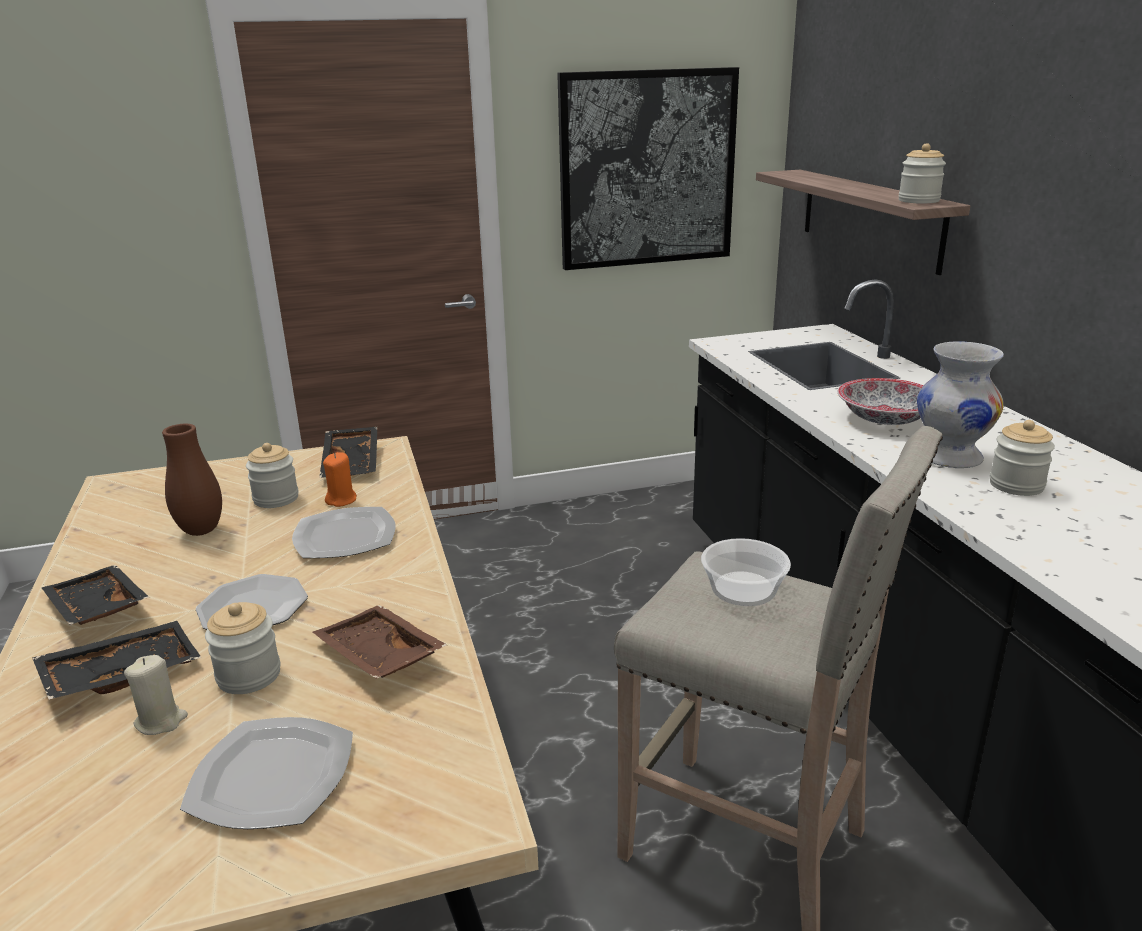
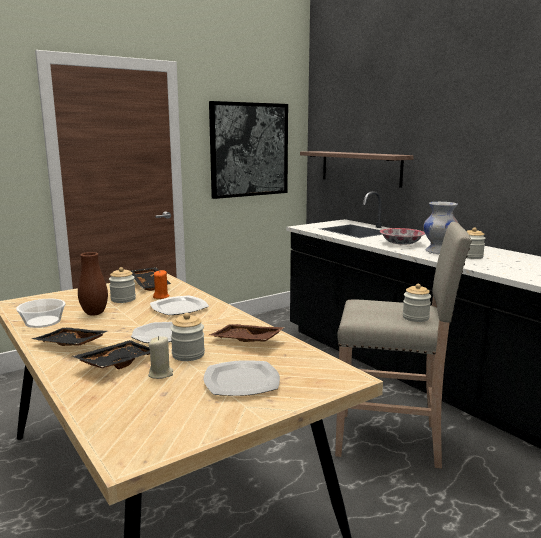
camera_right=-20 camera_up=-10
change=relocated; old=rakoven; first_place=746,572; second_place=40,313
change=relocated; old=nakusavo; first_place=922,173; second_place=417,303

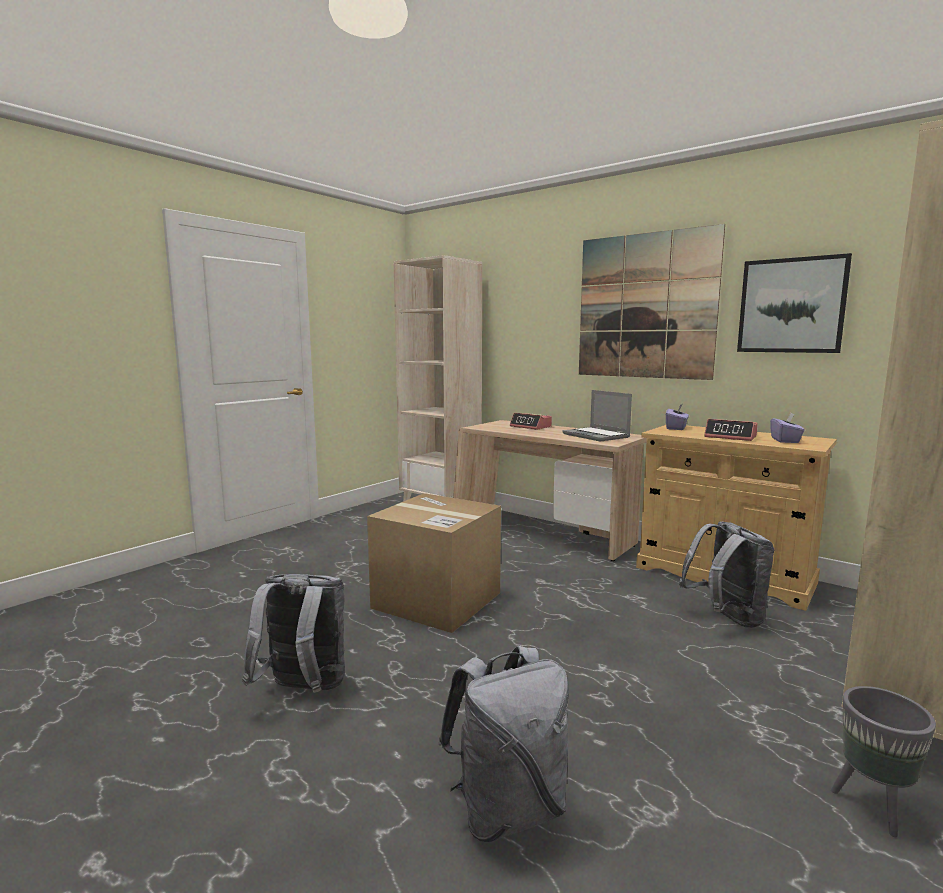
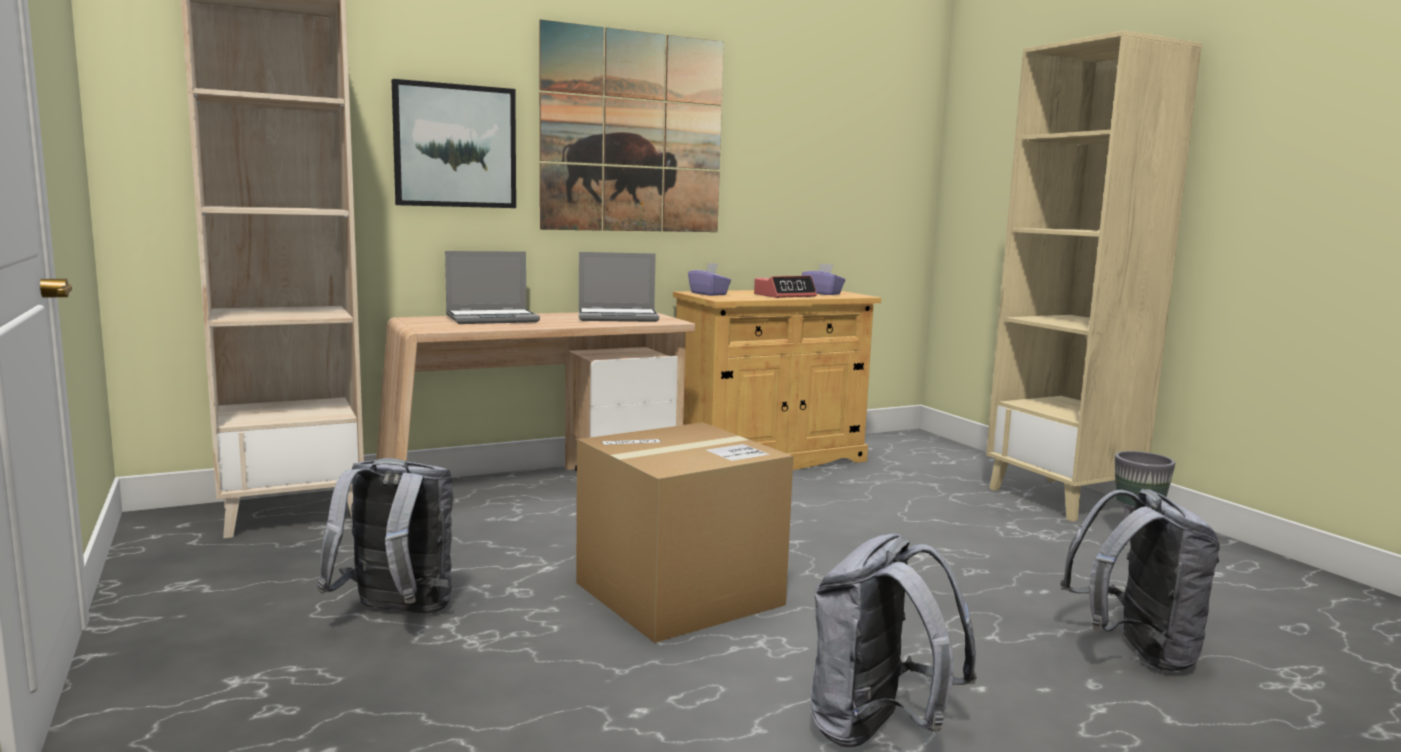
camera_right=-65 camera_up=0
change=exchanged; old=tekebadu; new=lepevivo; first_place=531,421; second_place=492,287
change=relocated; old=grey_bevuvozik; first_place=726,574; second_place=385,536
change=relocated; old=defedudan; first_place=794,303; second_place=454,143

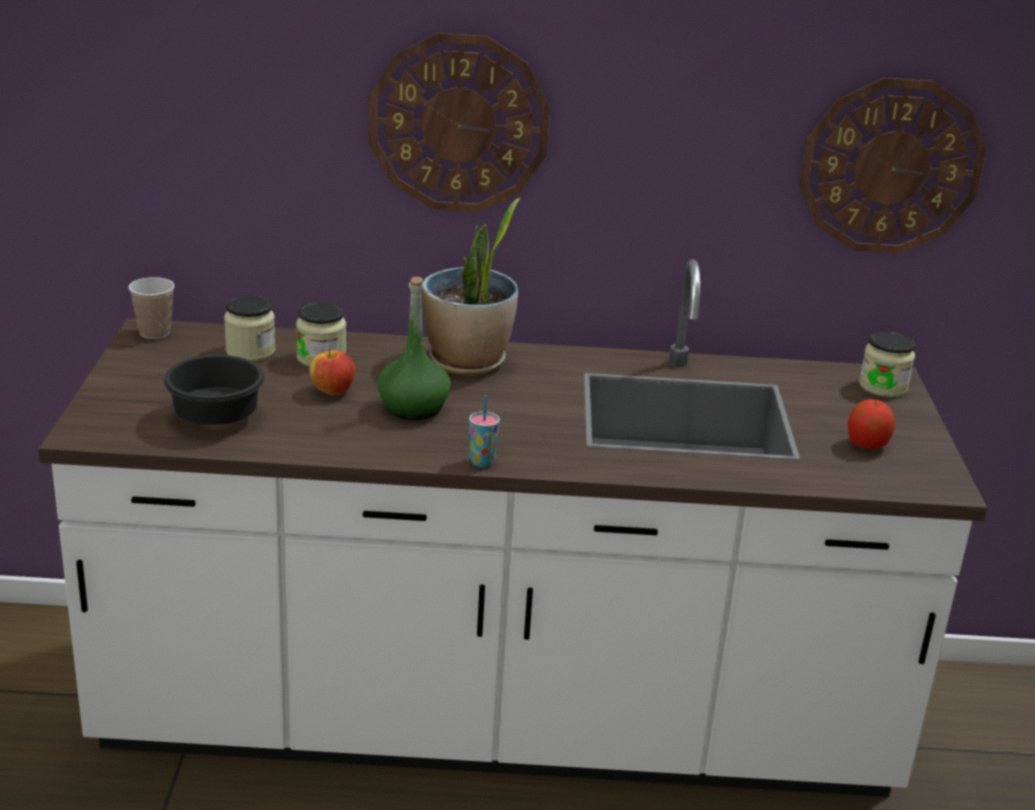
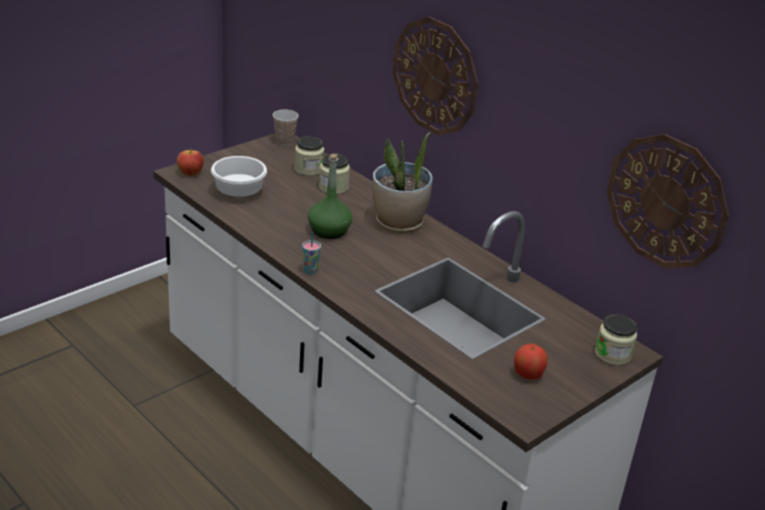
camera_right=45 camera_up=5
change=colour; old=black_rakoven; new=white_rakoven; first_place=214,390; second_place=239,176
change=relocated; old=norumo; first_place=332,371; second_place=190,162

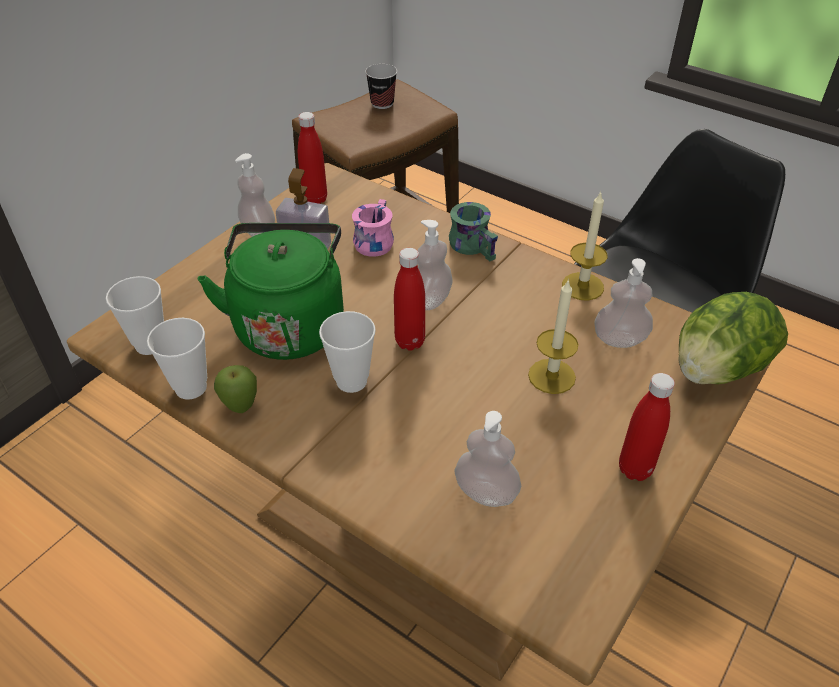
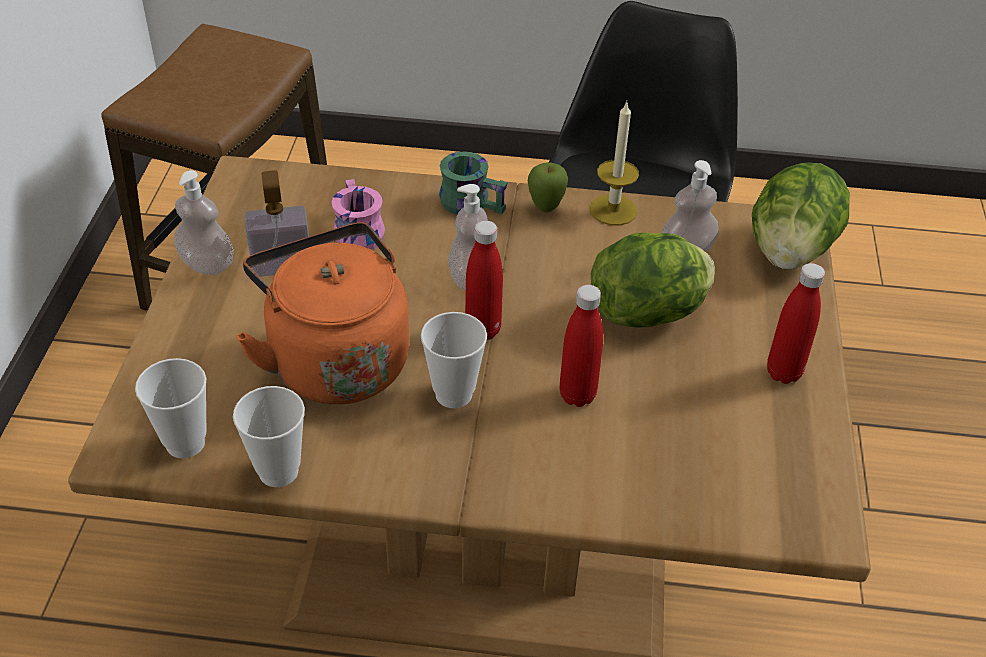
camera_right=-30 camera_up=0
change=colour; old=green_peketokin; new=orange_peketokin; first_place=271,291; second_place=322,313
change=relocated; old=norumo; first_place=235,389; second_place=548,187
change=relocated; old=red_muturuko; first_place=312,158; second_place=581,346
change=missing; old=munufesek; first_place=381,86
change=missing; old=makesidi; first_place=487,459
change=exchanged; old=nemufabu; new=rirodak; first_place=553,336; second_place=653,280

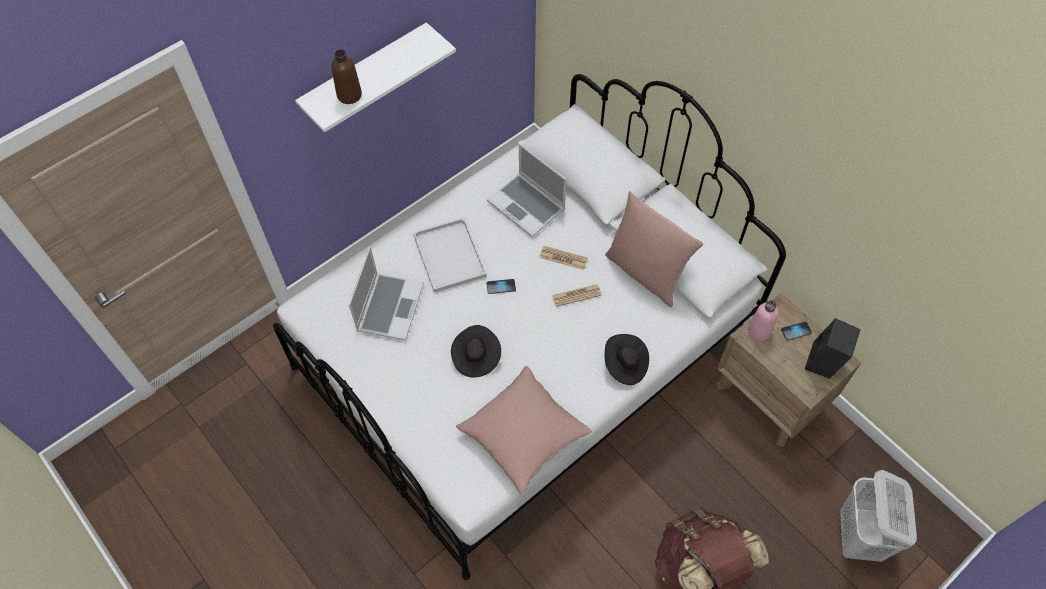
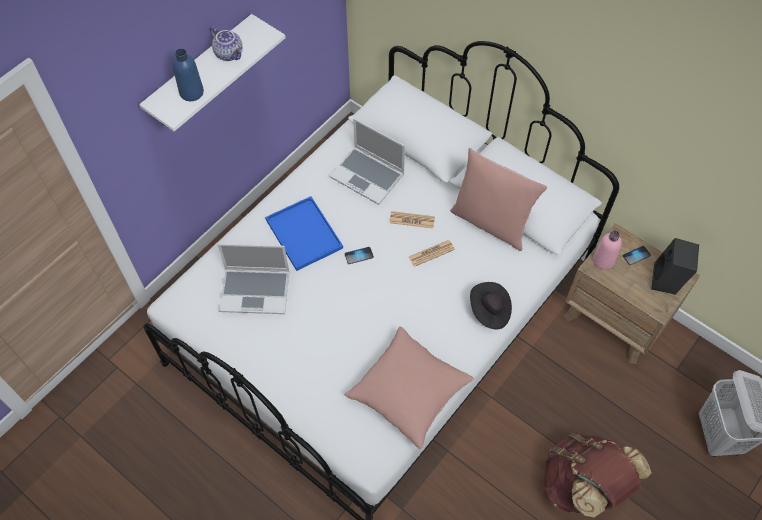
camera_right=-10 camera_up=0
change=colour; old=brown_muturuko; new=blue_muturuko; first_place=346,76; second_place=188,75
change=spun; old=lepevivo; first_place=386,294; second_place=253,279; degrees=90
change=colour; old=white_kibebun; new=blue_kibebun; first_place=450,255; second_place=304,233
change=missing; old=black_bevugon; first_place=476,351
change=appeared; new=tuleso; second_place=226,43

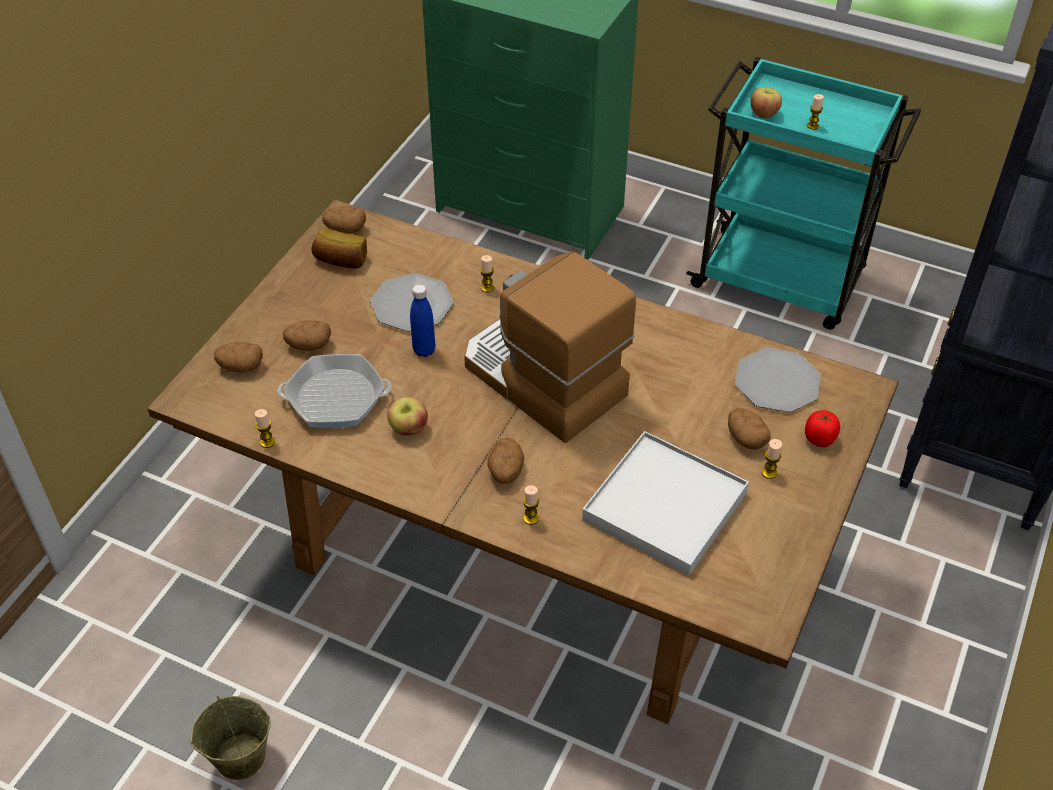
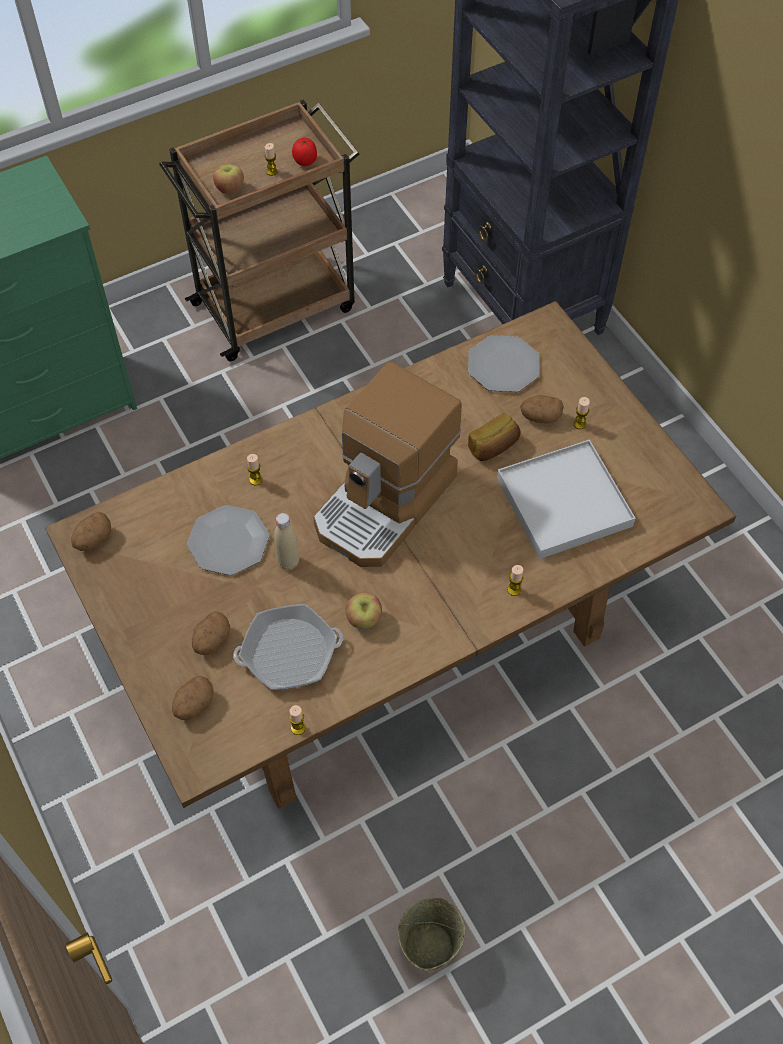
camera_right=-55 camera_up=10
change=spun; old=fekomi; first_place=334,391; second_place=288,647; degrees=45
change=relocated; old=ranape; first_place=339,248; second_place=494,437
change=colour; old=blue_muturuko; new=beige_muturuko; first_place=422,320; second_place=286,541
change=spun; old=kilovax; first_place=550,347; second_place=387,464; degrees=-45
change=missing; old=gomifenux; first_place=505,461
change=colour; old=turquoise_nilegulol; new=brown_nilegulol; first_place=803,192; second_place=259,230
change=relocated; old=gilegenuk; first_place=822,428; second_place=304,152

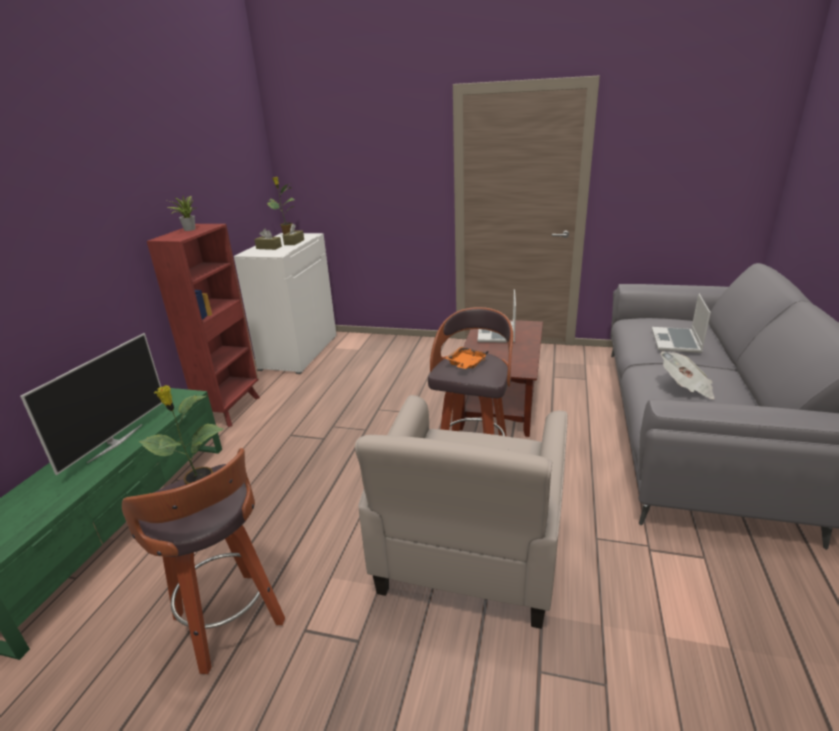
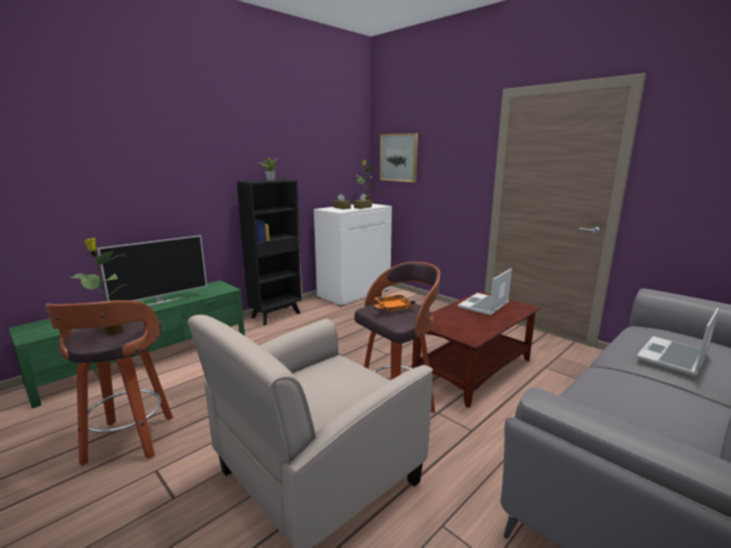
camera_right=30 camera_up=-10
change=colour; old=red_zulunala; new=black_zulunala; first_place=203,325; second_place=270,252
change=missing; old=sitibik; first_place=687,375
change=appeared; new=defedudan; second_place=399,157

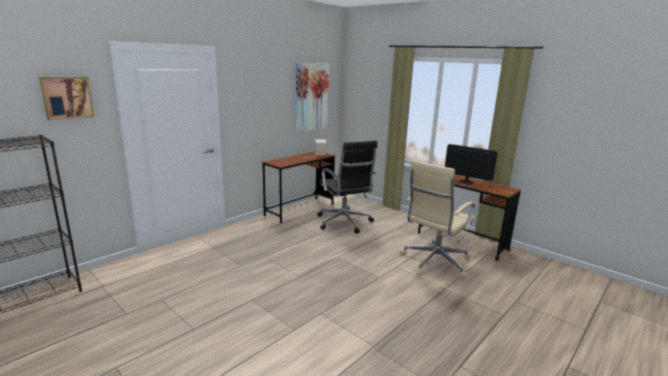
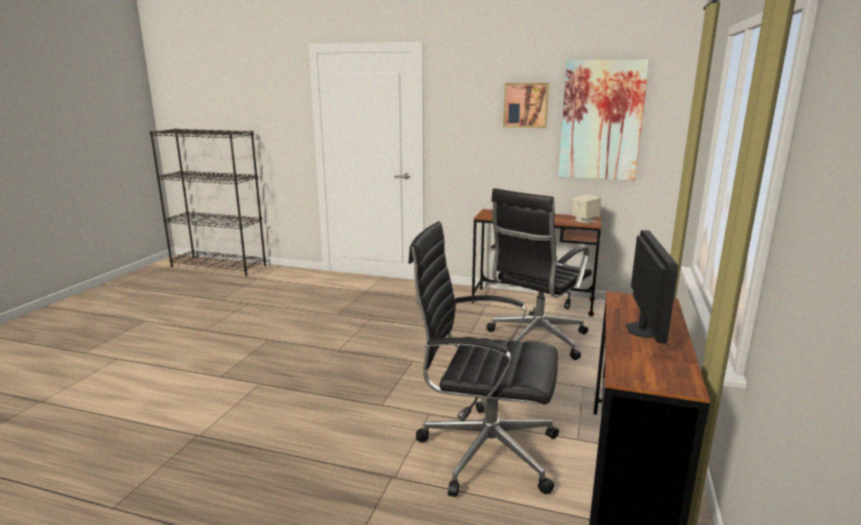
camera_right=65 camera_up=0
change=relocated; old=defedudan; first_place=67,98; second_place=526,105
change=colour; old=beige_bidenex; new=black_bidenex; first_place=437,219; second_place=483,359

